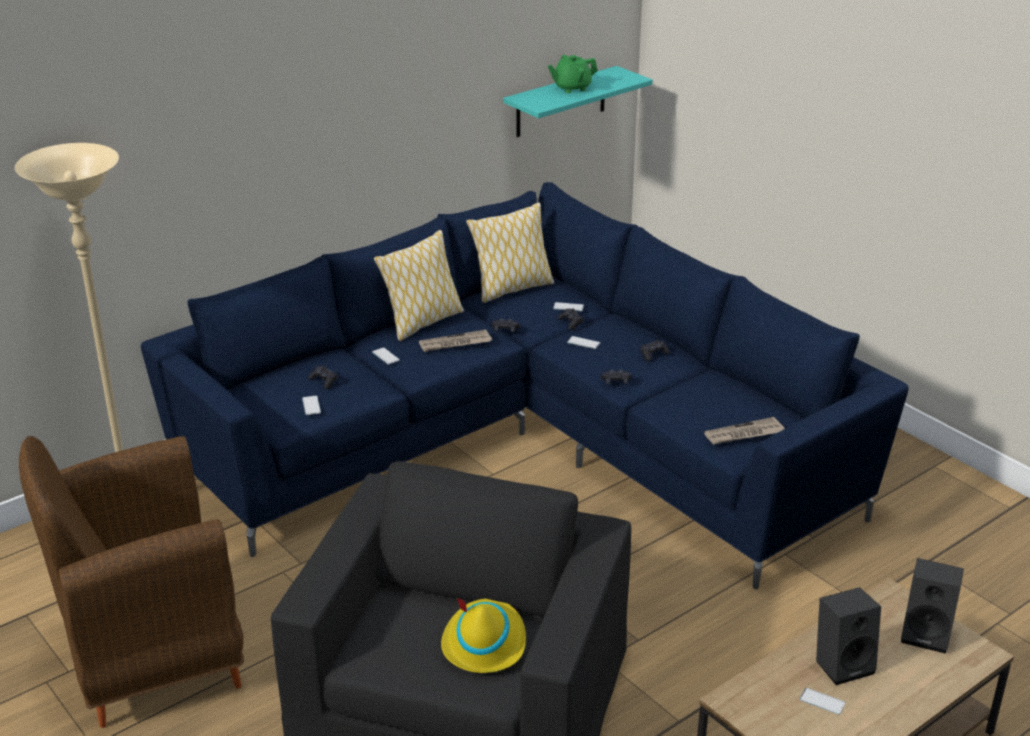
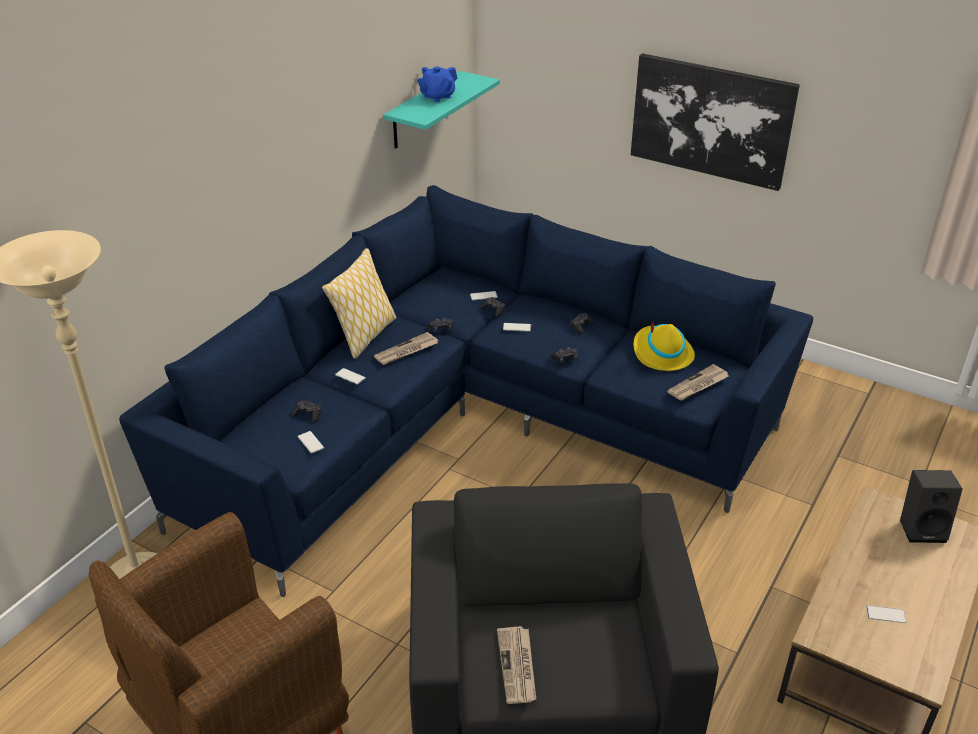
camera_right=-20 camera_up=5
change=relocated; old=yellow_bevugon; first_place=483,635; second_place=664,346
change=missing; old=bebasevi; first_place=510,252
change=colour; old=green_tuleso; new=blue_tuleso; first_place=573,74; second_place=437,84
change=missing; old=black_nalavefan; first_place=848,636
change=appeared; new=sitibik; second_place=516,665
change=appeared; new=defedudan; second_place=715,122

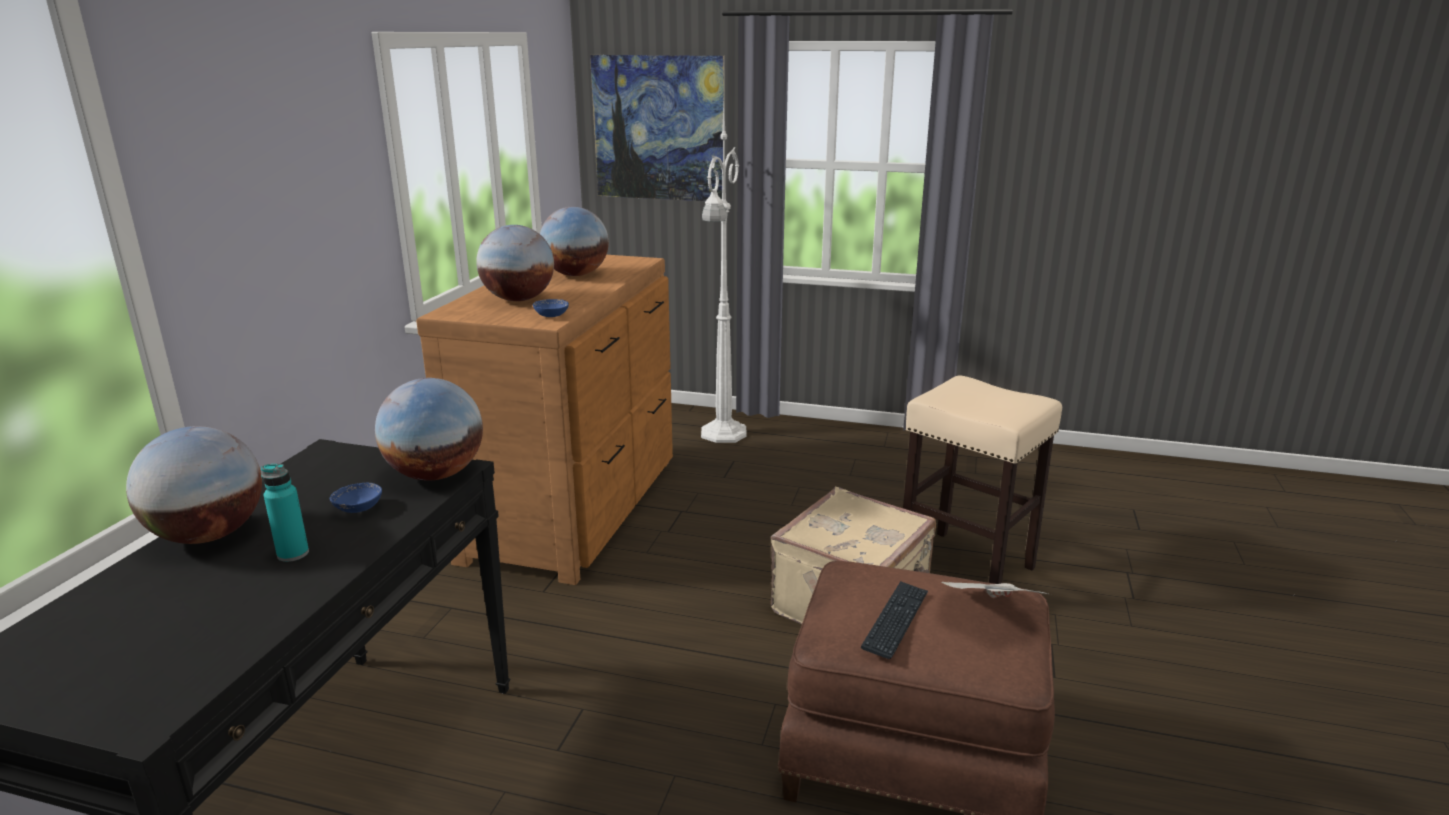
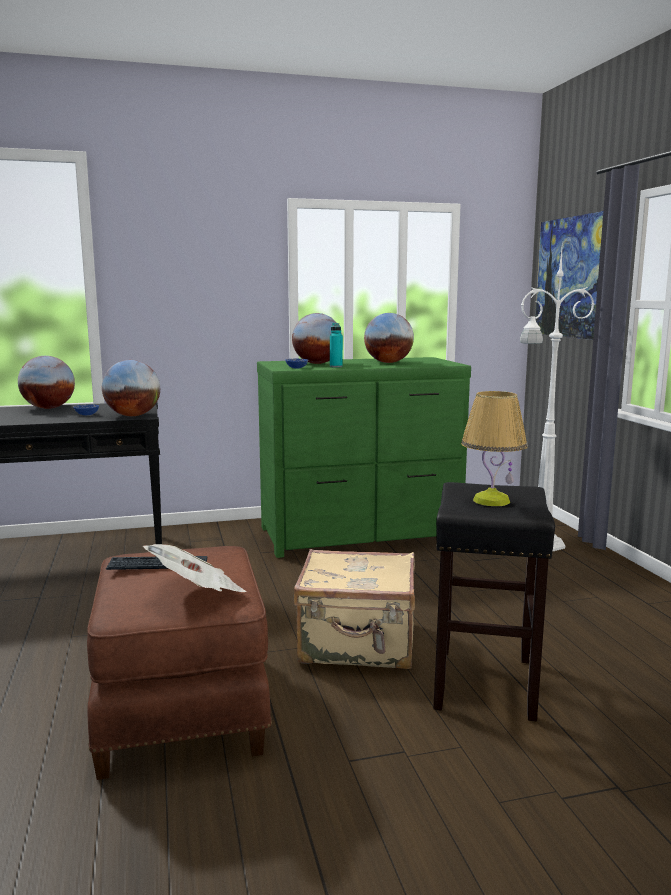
camera_right=60 camera_up=-10
change=relocated; old=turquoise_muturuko; first_place=285,513; second_place=336,345
change=colour; old=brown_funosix; new=green_funosix; first_place=544,420; second_place=364,457
change=colour; old=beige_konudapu; new=black_konudapu; first_place=982,479; second_place=494,601
change=appeared; new=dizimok; second_place=494,448

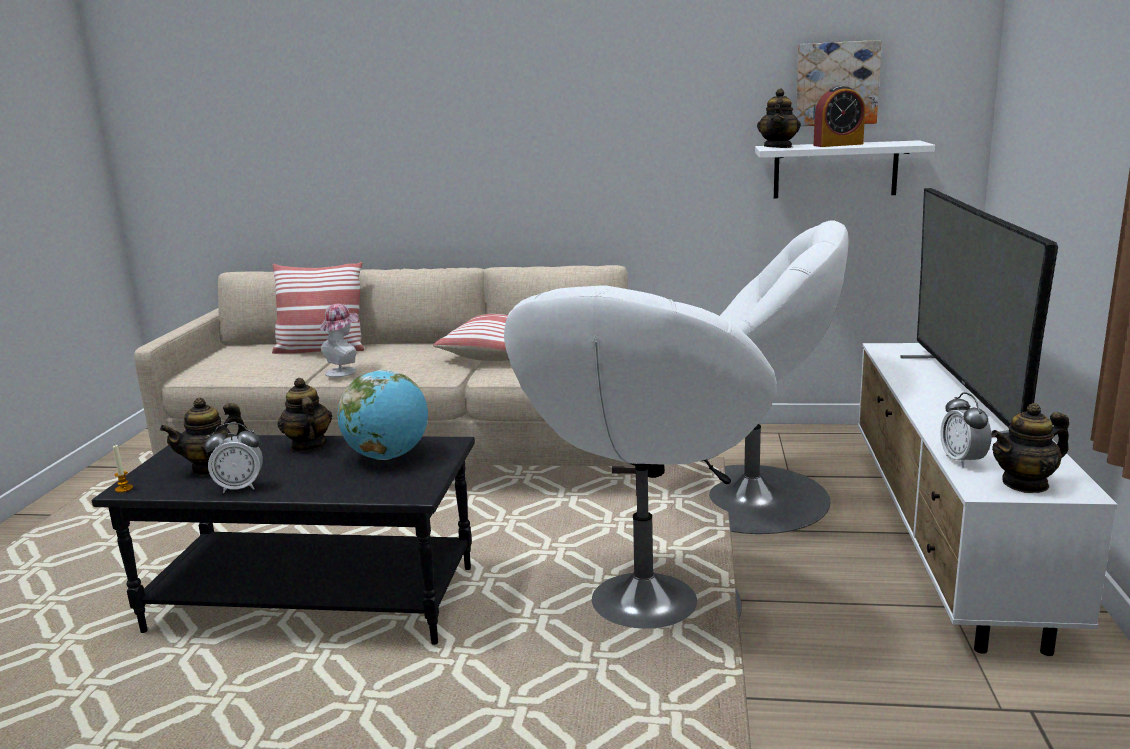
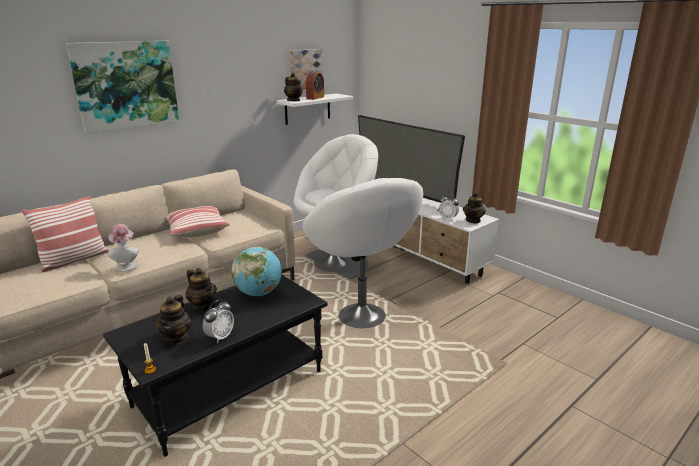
camera_right=-50 camera_up=5
change=spun; old=tuleso; first_place=304,415; second_place=201,289; degrees=-150
change=appeared; new=defedudan; second_place=122,87

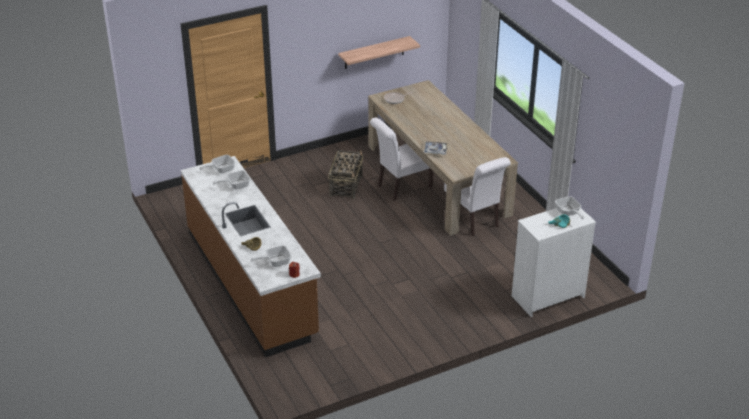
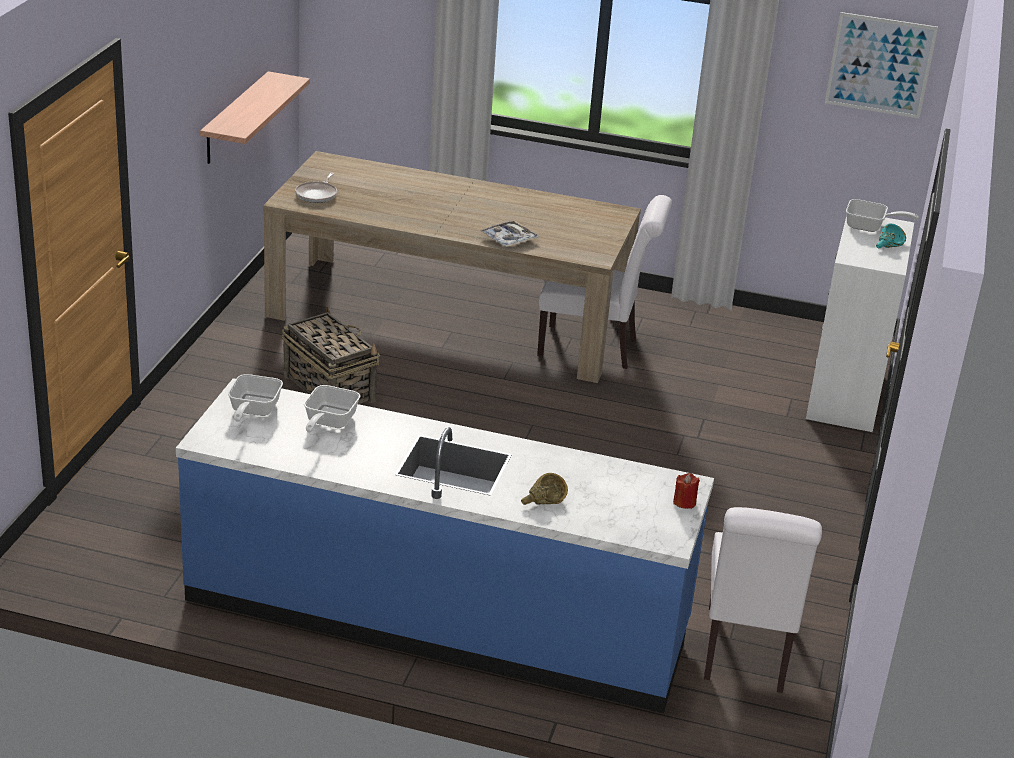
camera_right=-50 camera_up=-5
change=colour; old=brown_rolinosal; new=blue_rolinosal; first_place=251,256; second_place=445,545
change=missing; old=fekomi; first_place=270,256
change=relocated; old=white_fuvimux; first_place=402,159; second_place=763,600
change=appeared; new=defedudan; second_place=881,65

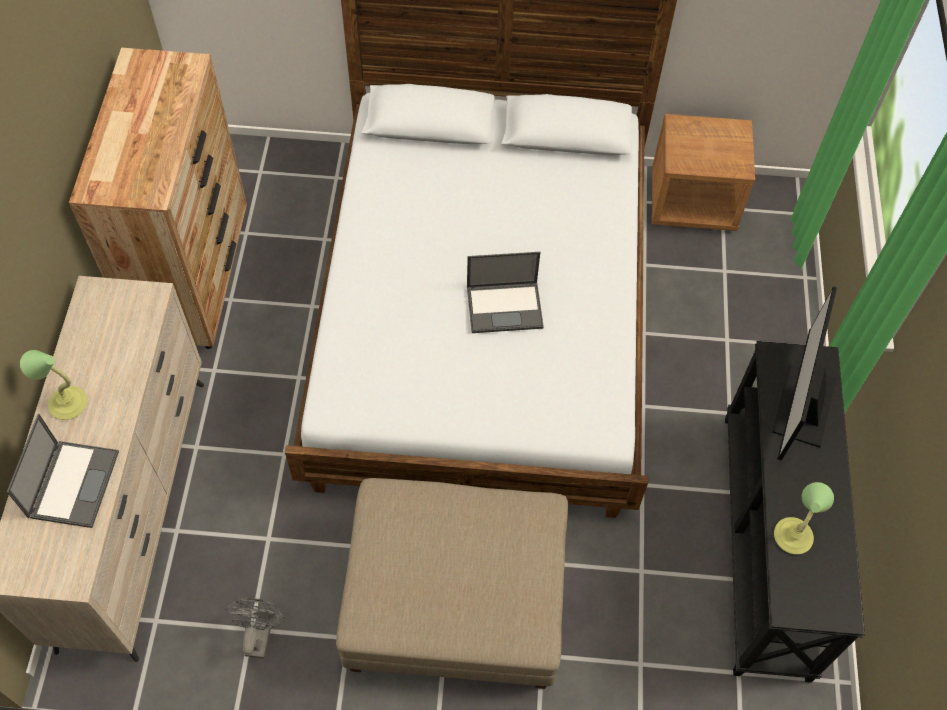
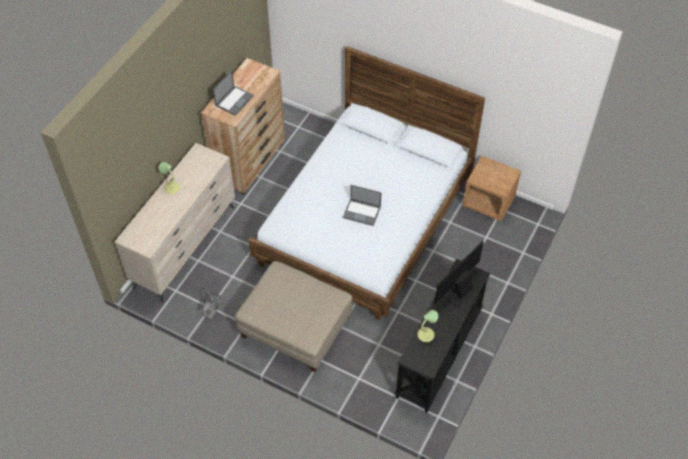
camera_right=25 camera_up=-5
change=relocated; old=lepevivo; first_place=63,471; second_place=233,93

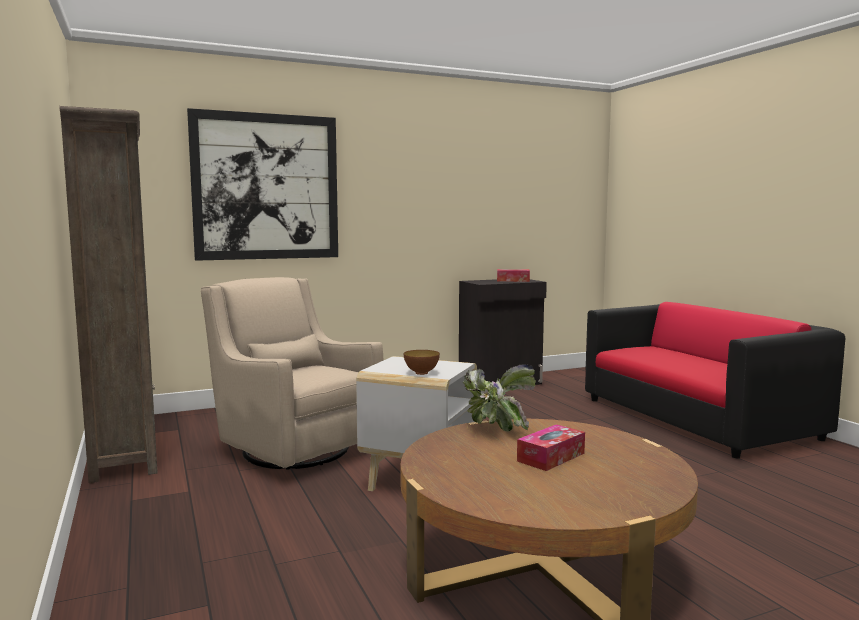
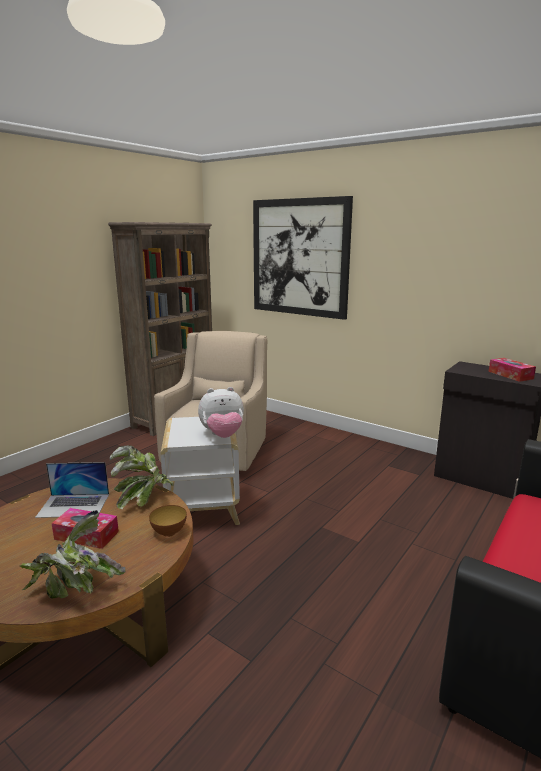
camera_right=60 camera_up=10
change=relocated; old=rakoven; first_place=422,362; second_place=168,521
change=appeared; new=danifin; second_place=73,554
change=appeared; new=lepevivo; second_place=72,490
change=appeared; new=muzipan; second_place=221,412

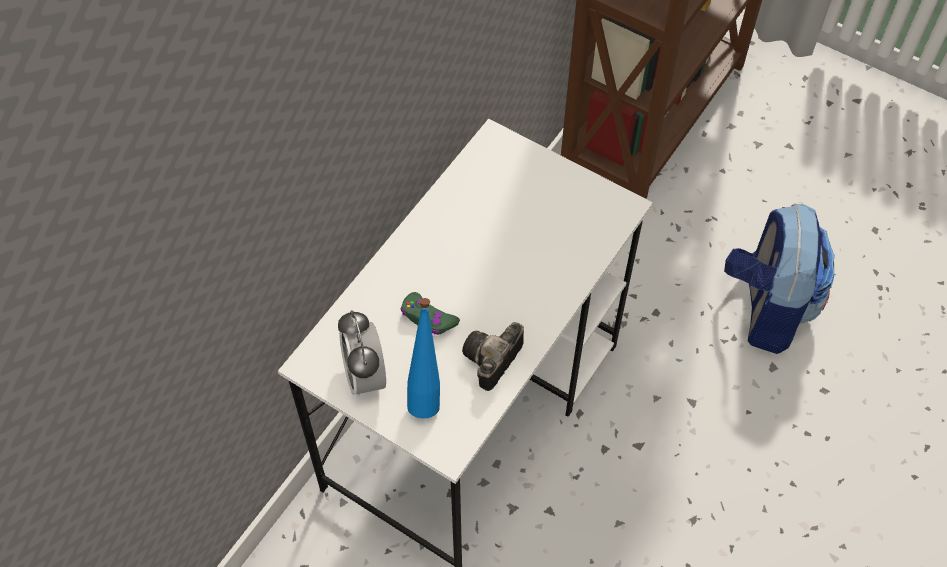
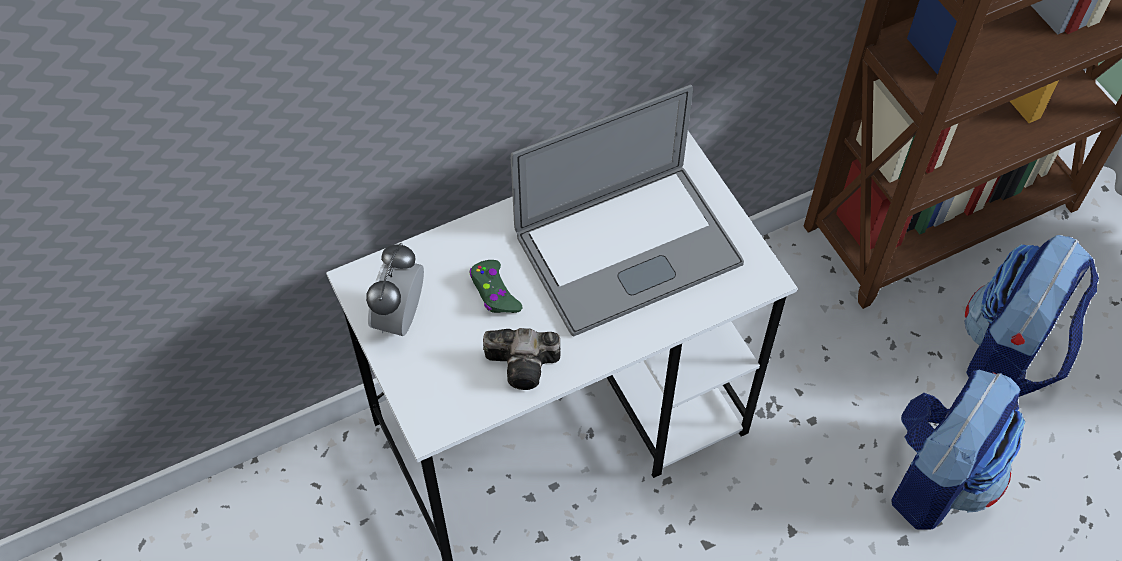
camera_right=30 camera_up=0
change=missing; old=blue_muturuko; first_place=423,358
change=spun; old=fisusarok; first_place=493,356; second_place=521,359; degrees=-150
change=appeared; new=lepevivo; second_place=627,211
change=appeared; new=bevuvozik; second_place=1031,316

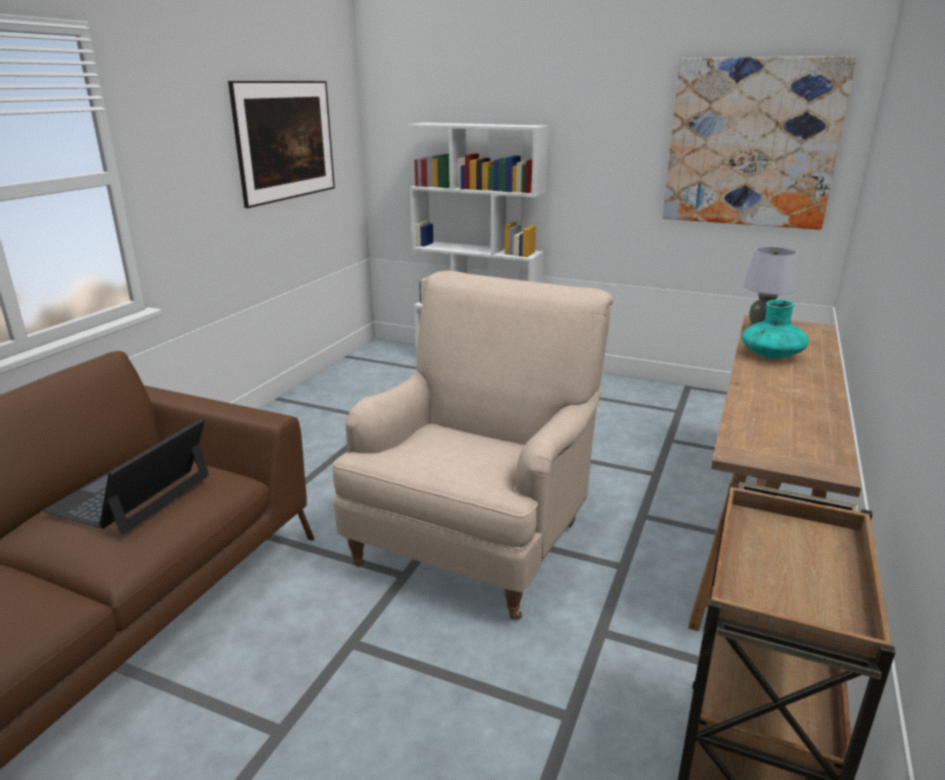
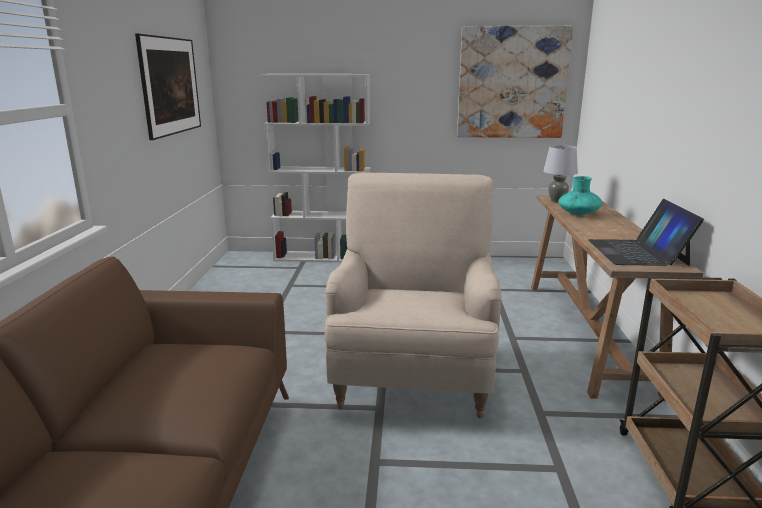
camera_right=-20 camera_up=-5
change=relocated; old=lepevivo; first_place=126,477; second_place=646,232

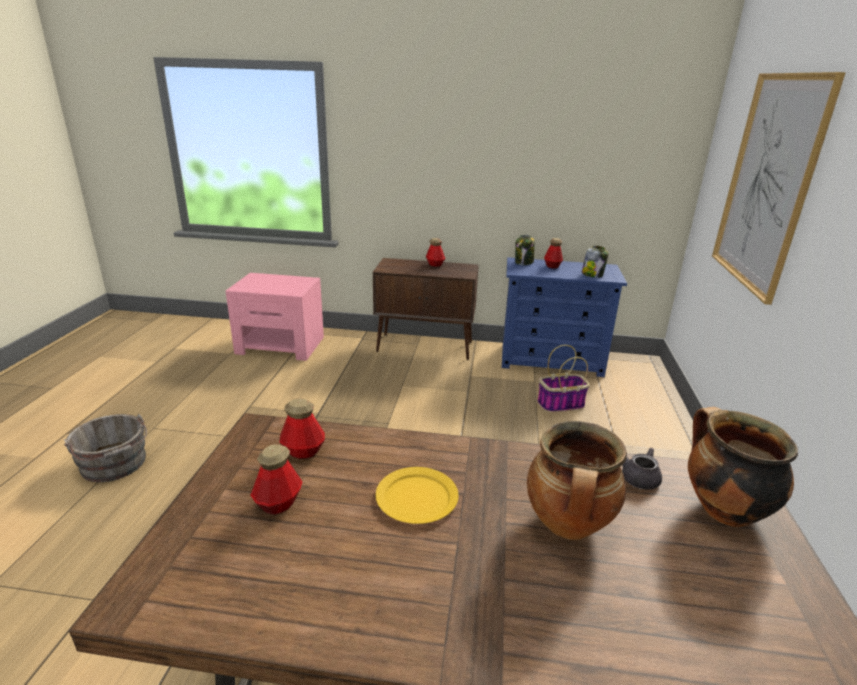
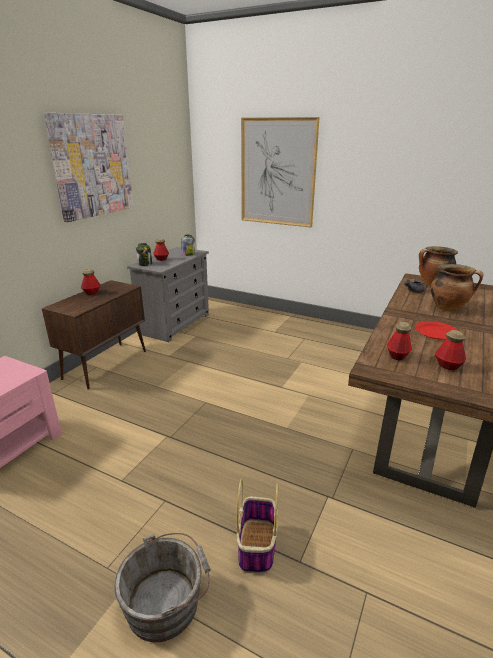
camera_right=-70 camera_up=0
change=colour; old=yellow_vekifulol; new=red_vekifulol; first_place=417,495; second_place=436,330
change=colour; old=blue_funosix; new=grey_funosix; first_place=564,317; second_place=168,294
change=relocated; old=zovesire; first_place=563,378; second_place=257,526
change=appeared; new=defedudan; second_place=88,167

